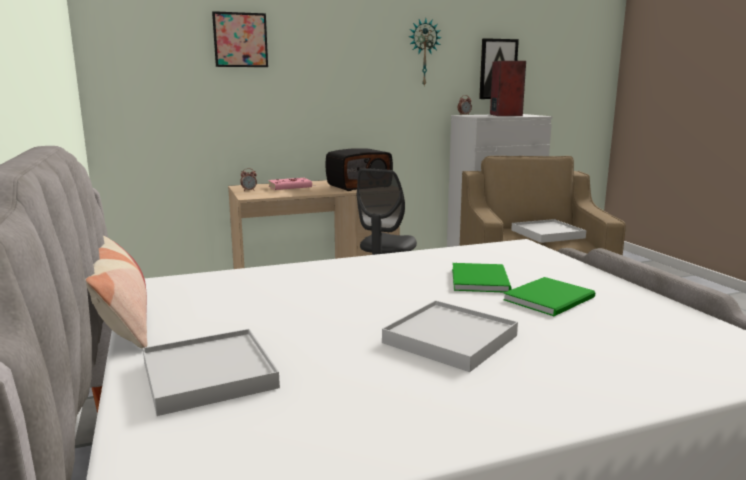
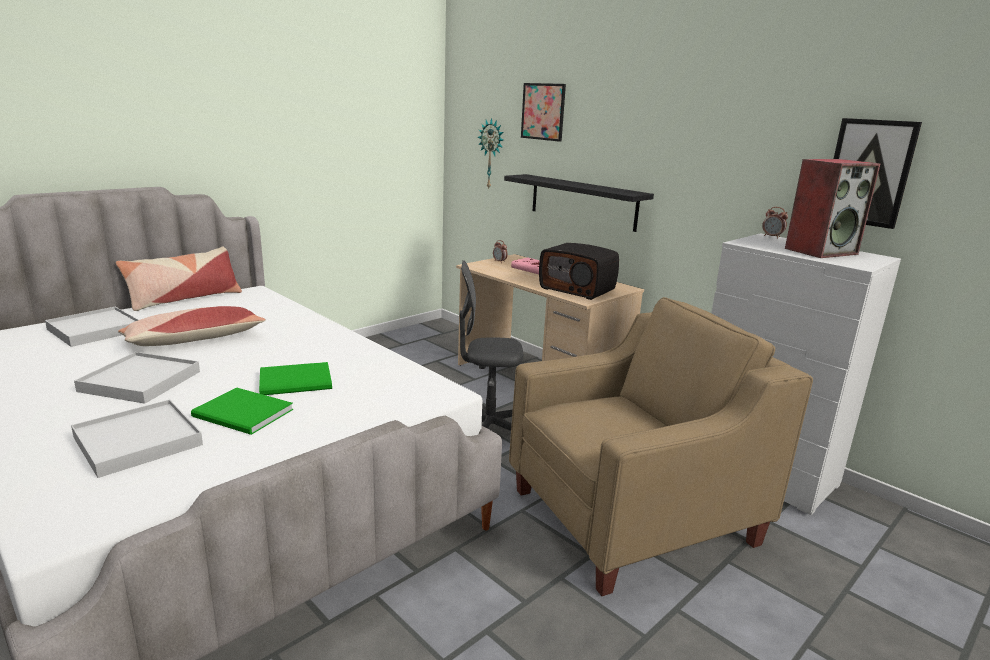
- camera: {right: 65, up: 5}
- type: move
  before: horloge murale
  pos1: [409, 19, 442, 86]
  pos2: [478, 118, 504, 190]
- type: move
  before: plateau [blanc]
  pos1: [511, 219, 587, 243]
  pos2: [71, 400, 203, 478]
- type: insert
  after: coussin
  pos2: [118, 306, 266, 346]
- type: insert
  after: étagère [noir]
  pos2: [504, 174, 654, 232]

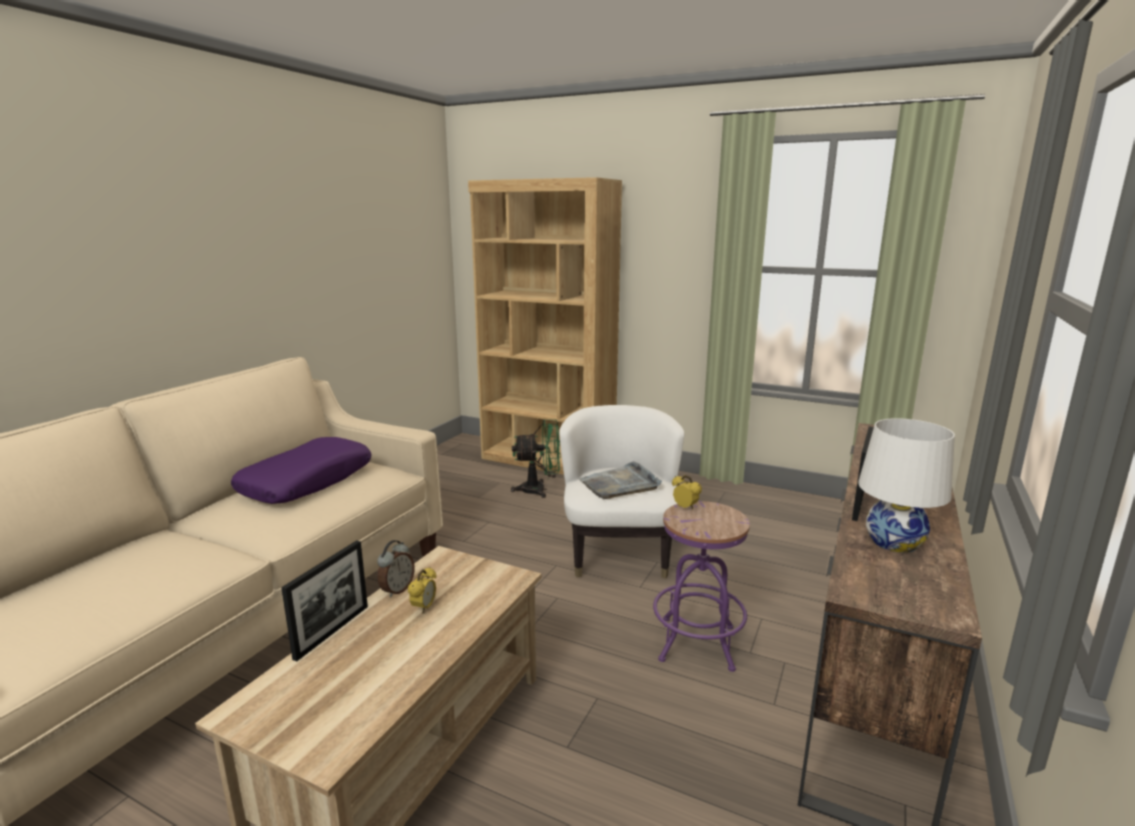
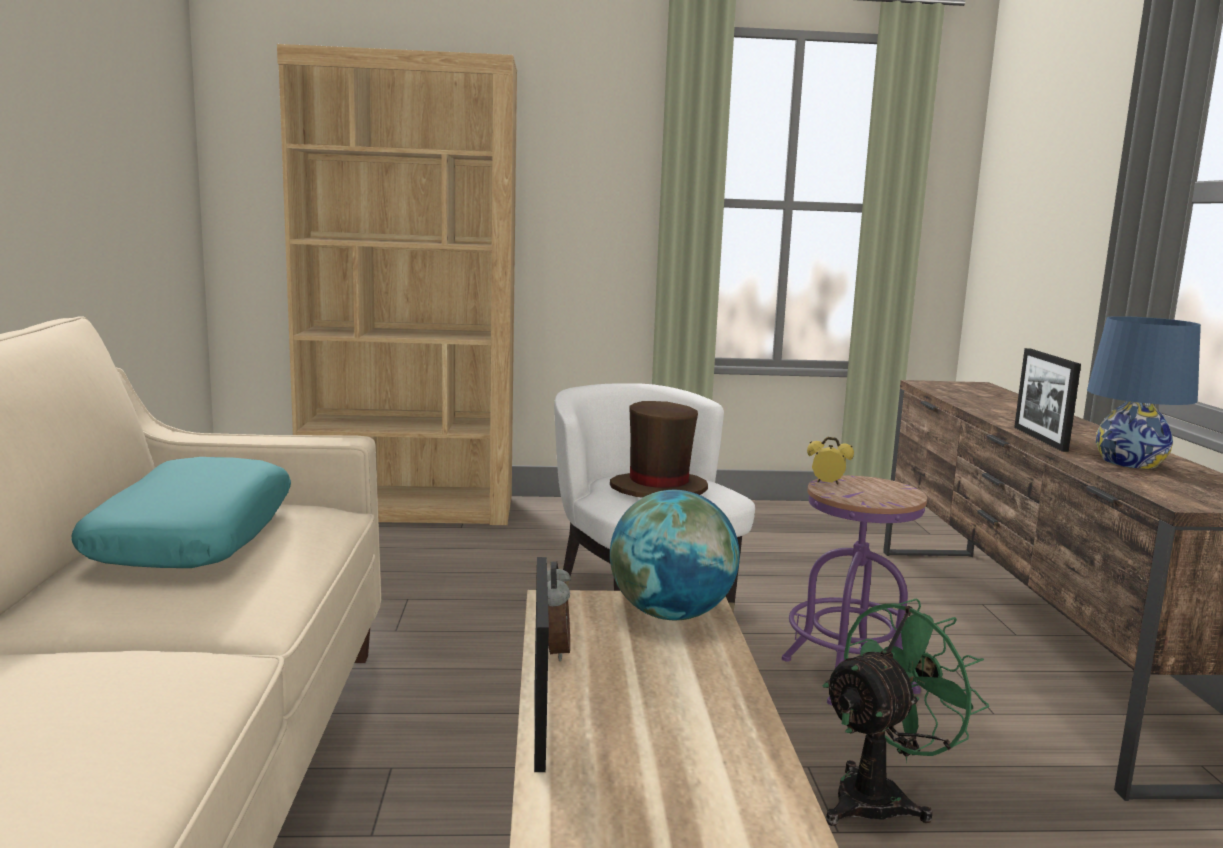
- camera: {right: -30, up: -5}
- type: recolor
  before: coussin [violet]
  after: coussin [turquoise]
  pos1: [231, 437, 371, 504]
  pos2: [71, 457, 291, 568]
- type: delete
  before: réveil
  pos1: [408, 567, 436, 613]
- type: move
  before: ventilateur [vert]
  pos1: [511, 420, 560, 498]
  pos2: [822, 598, 989, 826]
- type: replace
  before: plateau [gris]
  after: chapeau [marron]
  pos1: [578, 461, 662, 499]
  pos2: [610, 401, 708, 498]
- type: recolor
  before: lampe de table [blanc]
  after: lampe de table [bleu]
  pos1: [858, 418, 955, 553]
  pos2: [1087, 316, 1201, 469]
- type: insert
  after: globe
  pos2: [610, 490, 739, 620]

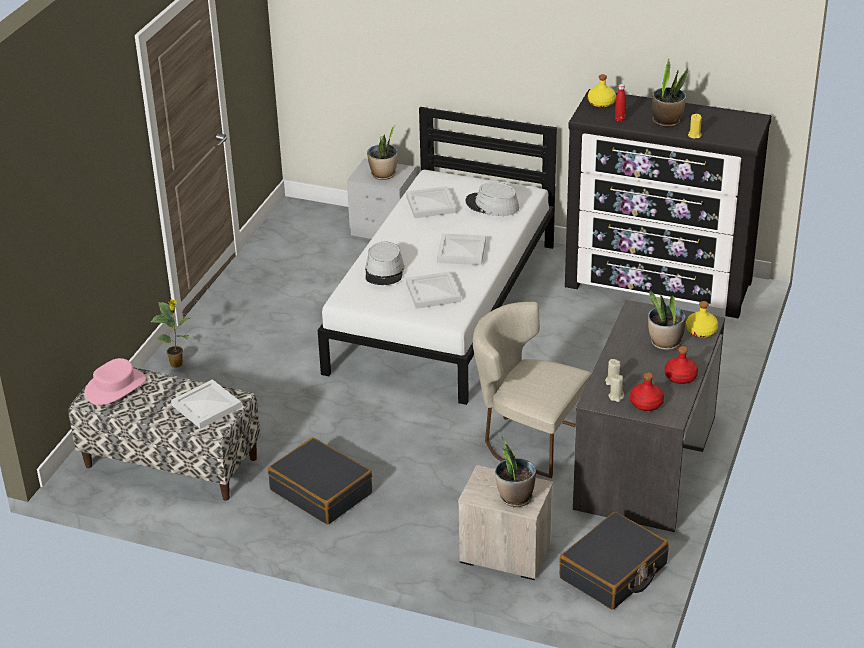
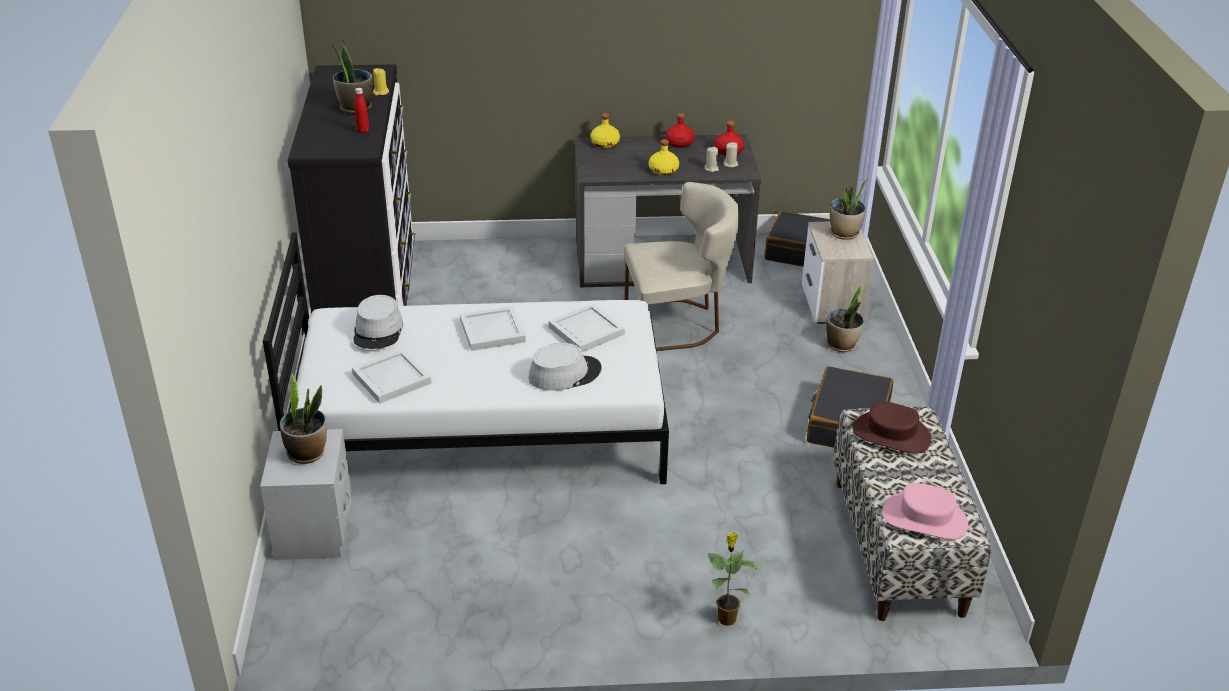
- camera: {right: -115, up: 0}
- type: replace
  before: plateau [blanc]
  after: chapeau [marron]
  pos1: [171, 379, 242, 429]
  pos2: [852, 401, 931, 453]
- type: rotate
  before: chaise [beige]
  pos1: [473, 302, 591, 478]
  pos2: [624, 182, 739, 351]
  turn: -105
- type: move
  before: bouteille [jaune]
  pos1: [588, 74, 616, 108]
  pos2: [649, 139, 679, 175]
- type: move
  before: plante en pot
  pos1: [648, 291, 686, 350]
  pos2: [826, 285, 864, 352]

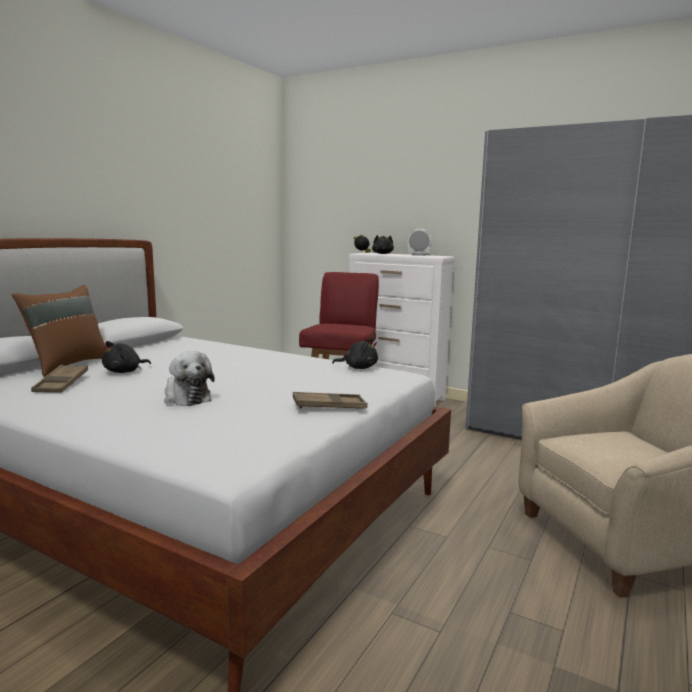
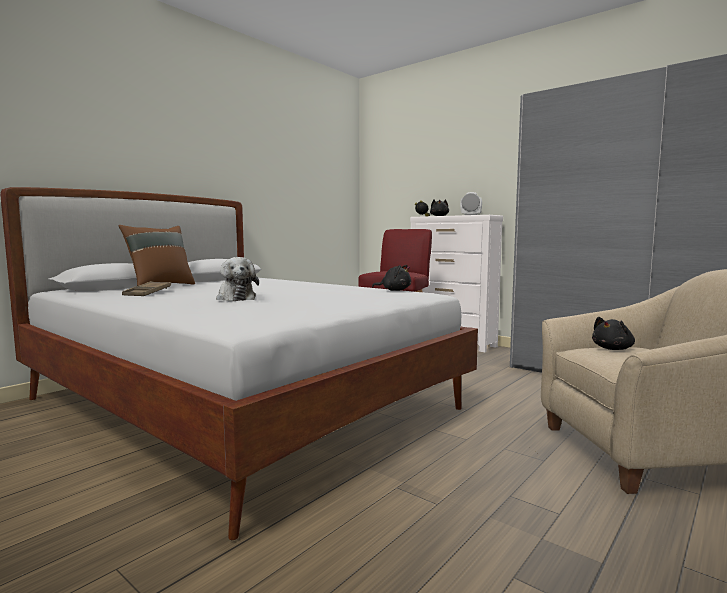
- camera: {right: 10, up: -5}
- type: move
  before: peluche [noir]
  pos1: [102, 341, 151, 373]
  pos2: [592, 317, 635, 350]
- type: delete
  before: plateau [marron]
  pos1: [293, 392, 368, 409]

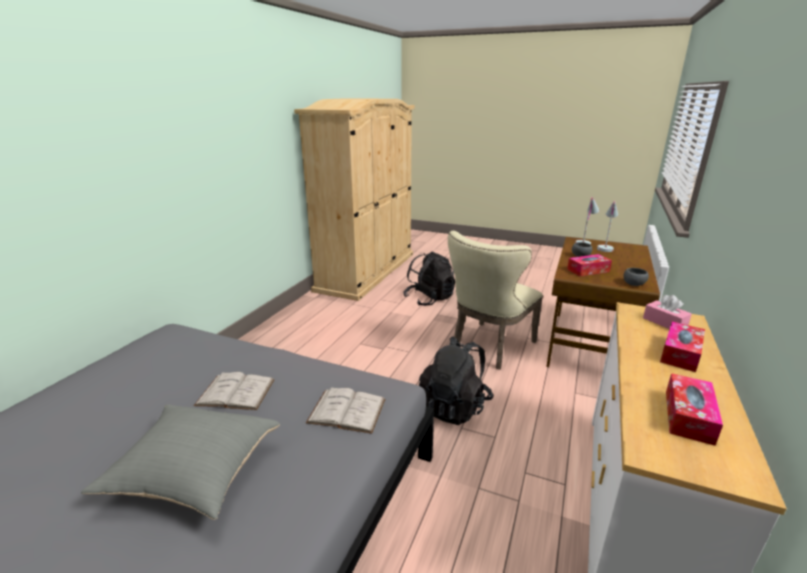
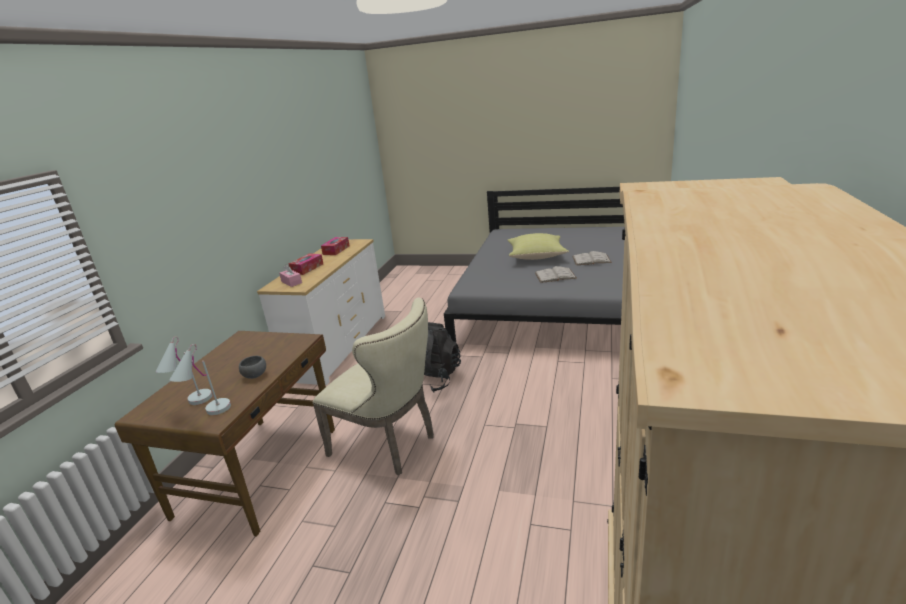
- camera: {right: 175, up: 0}
- type: recolor
  before: coussin [gris]
  after: coussin [jaune]
  pos1: [81, 404, 280, 520]
  pos2: [507, 233, 569, 260]
- type: move
  before: livre [blanc]
  pos1: [306, 387, 385, 434]
  pos2: [572, 251, 612, 265]
- type: delete
  before: sac à dos [noir]
  pos1: [403, 251, 455, 306]
- type: rotate
  before: chaise [beige]
  pos1: [448, 231, 543, 370]
  pos2: [313, 298, 434, 475]
  turn: 90
- type: delete
  before: boîte à mouchoirs
  pos1: [567, 254, 612, 276]
- type: delete
  before: bol [gris]
  pos1: [624, 268, 649, 286]

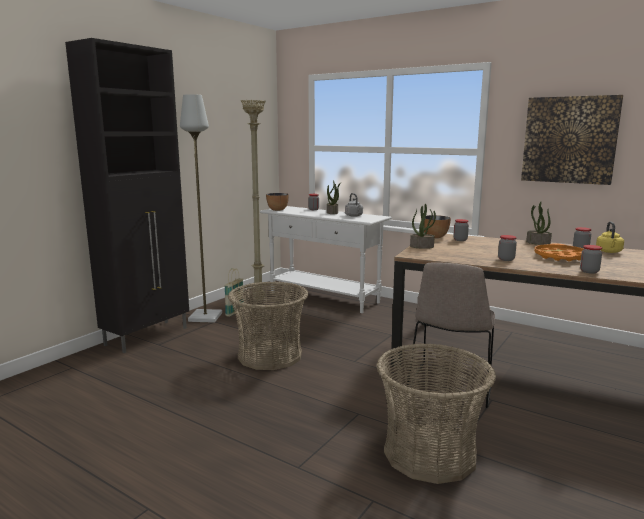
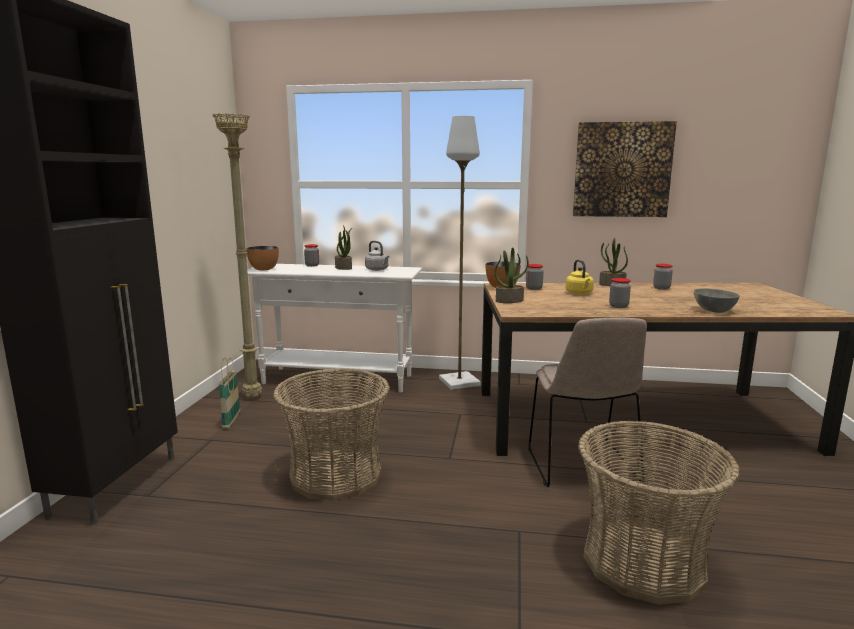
- camera: {right: -25, up: 0}
- type: move
  before: lampadaire [gris]
  pos1: [180, 94, 222, 323]
  pos2: [439, 115, 481, 390]
- type: delete
  before: plateau [orange]
  pos1: [534, 243, 584, 262]
- type: replace
  before: bocal
  after: bol [gris]
  pos1: [580, 245, 602, 274]
  pos2: [694, 288, 740, 313]
- type: move
  before: bouilloire [jaune]
  pos1: [596, 221, 624, 253]
  pos2: [566, 260, 594, 295]

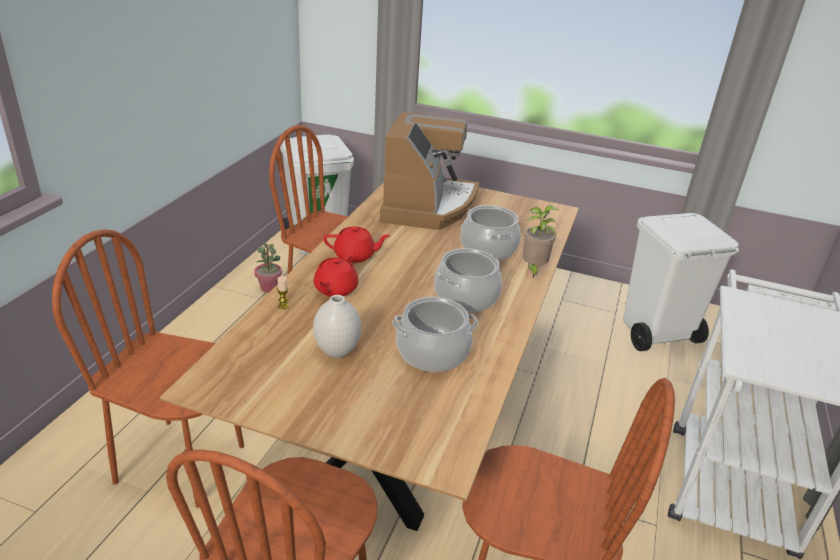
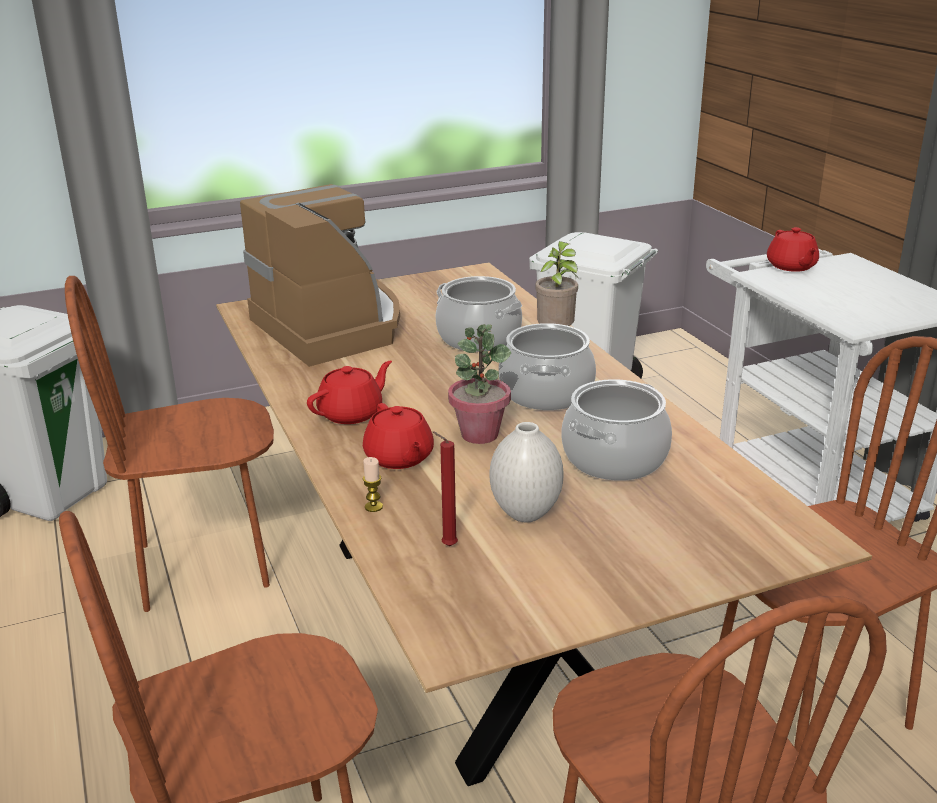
- camera: {right: -40, up: -5}
- type: move
  before: plante en pot
  pos1: [254, 243, 282, 292]
  pos2: [448, 324, 511, 444]
- type: insert
  after: bougie [rouge]
  pos2: [433, 431, 458, 546]
- type: insert
  after: théière [rouge]
  pos2: [767, 227, 819, 272]

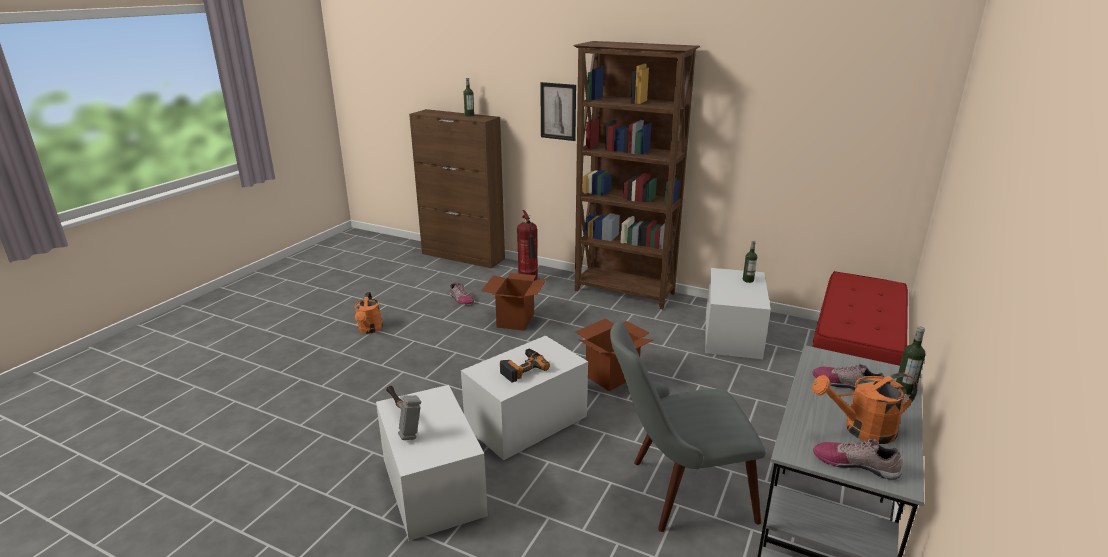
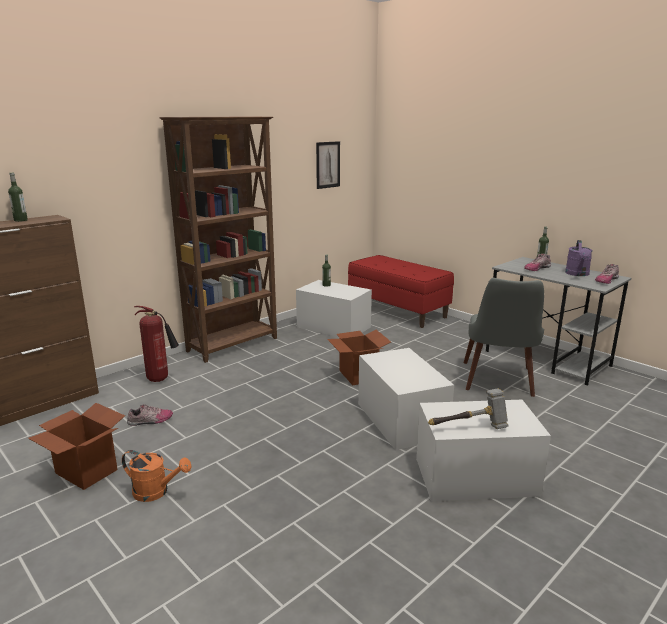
- camera: {right: -70, up: -5}
- type: move
  before: carton
  pos1: [481, 273, 547, 331]
  pos2: [28, 403, 125, 490]
- type: delete
  before: perceuse
  pos1: [500, 349, 550, 383]
- type: move
  before: tableau
  pos1: [540, 82, 576, 141]
  pos2: [316, 141, 340, 189]
- type: recolor
  before: arrosoir [orange]
  after: arrosoir [violet]
  pos1: [812, 373, 918, 444]
  pos2: [565, 240, 592, 276]

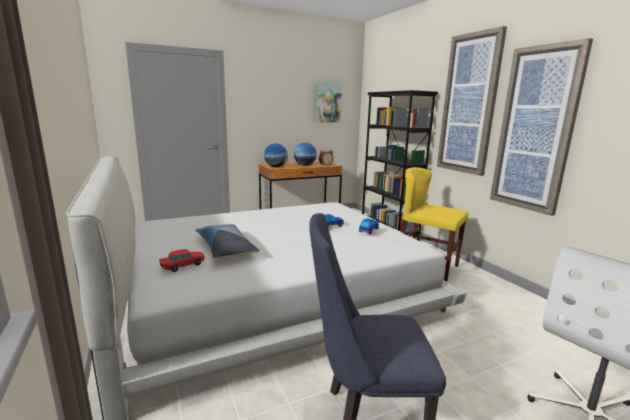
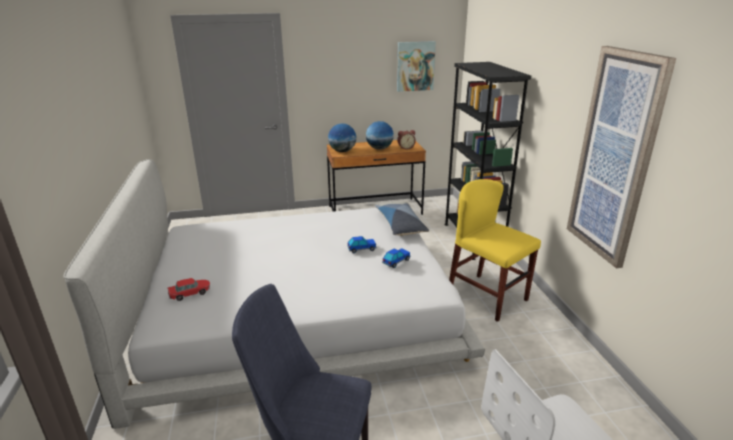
- camera: {right: 15, up: 10}
- type: move
  before: coussin
  pos1: [195, 224, 259, 260]
  pos2: [375, 201, 429, 236]
- type: delete
  before: tableau
  pos1: [437, 26, 507, 176]

